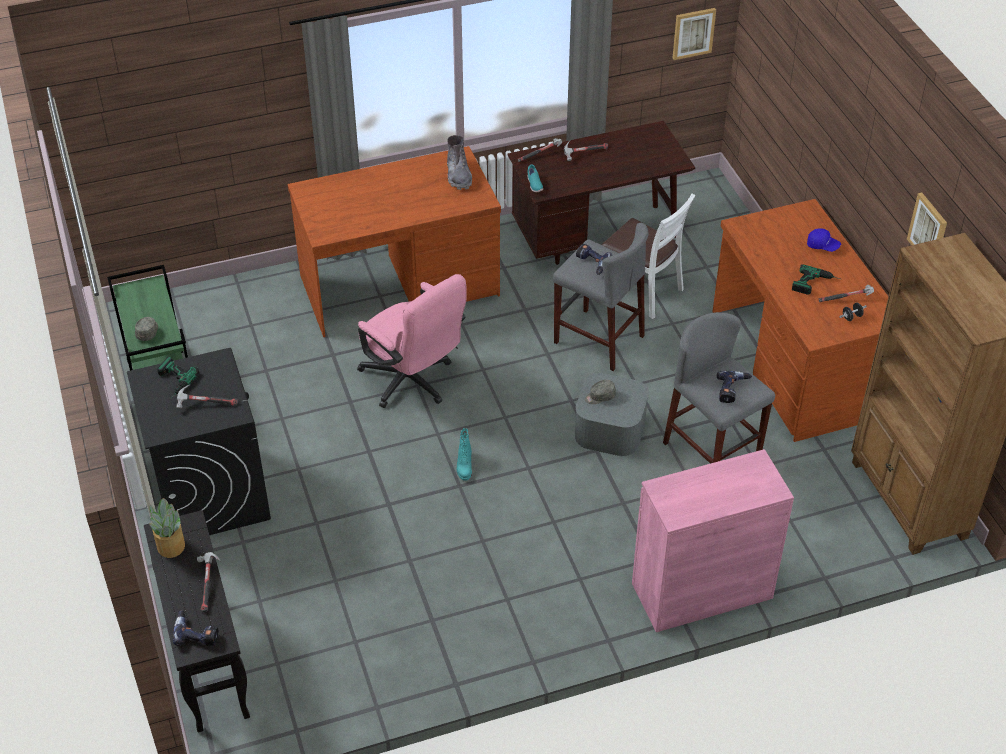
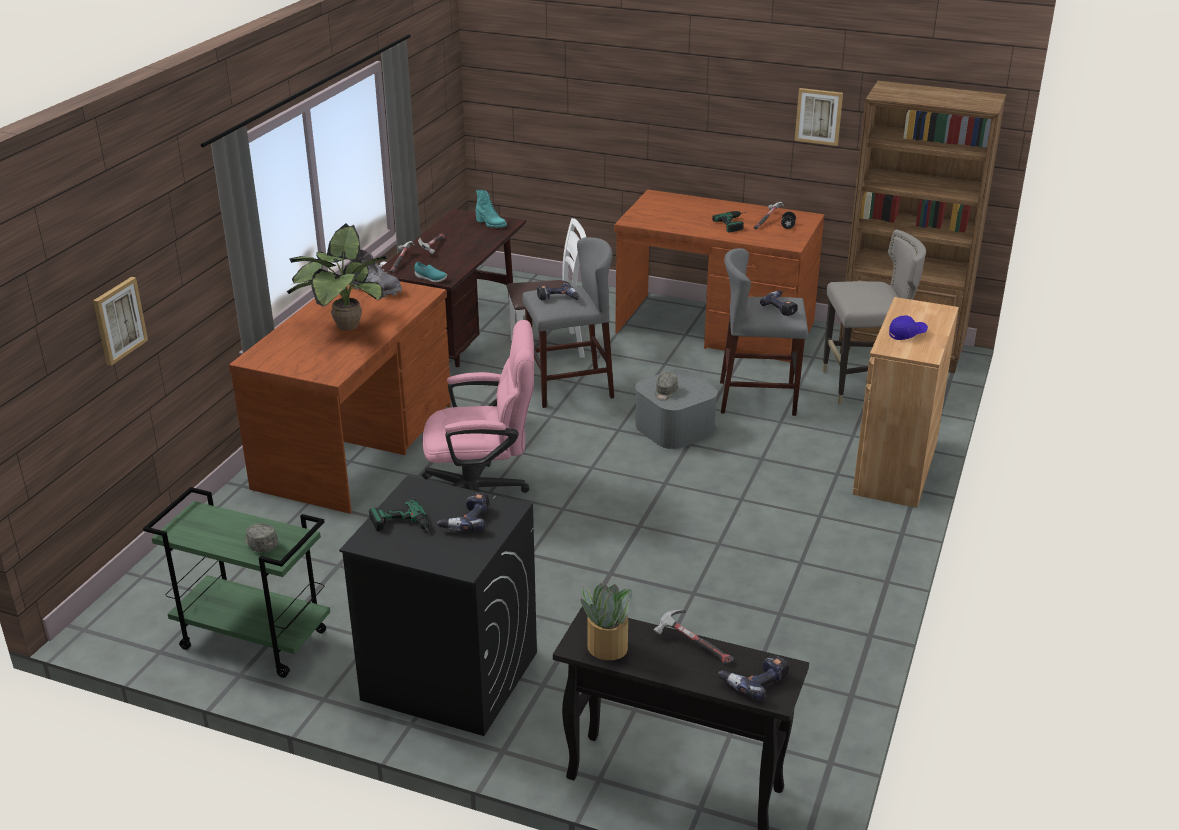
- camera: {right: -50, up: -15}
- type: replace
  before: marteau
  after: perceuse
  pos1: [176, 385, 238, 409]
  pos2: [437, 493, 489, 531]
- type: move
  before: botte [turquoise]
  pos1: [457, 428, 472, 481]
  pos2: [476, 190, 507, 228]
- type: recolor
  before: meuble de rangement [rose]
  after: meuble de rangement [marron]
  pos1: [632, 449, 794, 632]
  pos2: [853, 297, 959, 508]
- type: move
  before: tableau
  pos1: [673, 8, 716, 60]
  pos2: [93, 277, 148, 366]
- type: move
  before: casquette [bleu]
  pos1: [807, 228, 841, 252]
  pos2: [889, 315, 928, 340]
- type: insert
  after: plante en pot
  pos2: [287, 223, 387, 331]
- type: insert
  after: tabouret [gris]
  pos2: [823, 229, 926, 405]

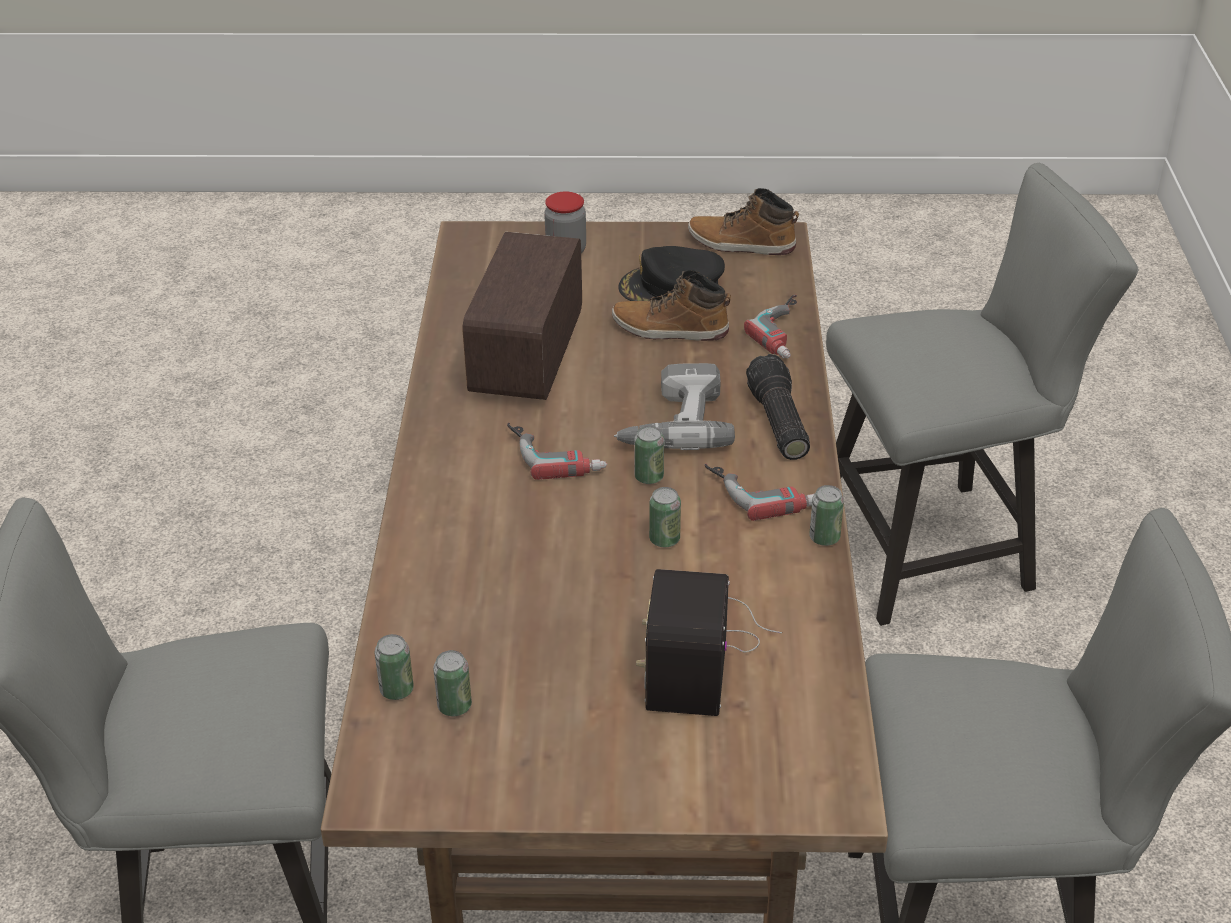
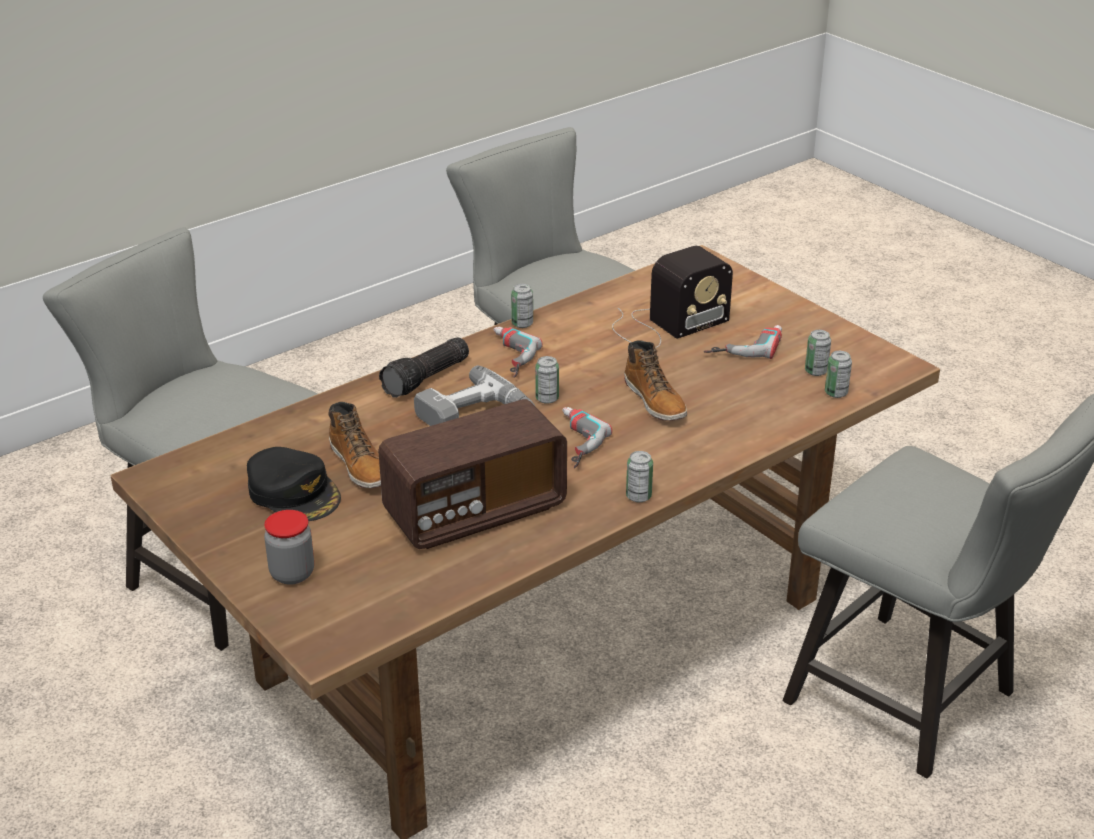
- camera: {right: -130, up: -5}
- type: move
  before: boîte métallique
  pos1: [649, 487, 681, 547]
  pos2: [626, 451, 653, 502]
- type: move
  before: botte
  pos1: [688, 188, 799, 255]
  pos2: [624, 340, 687, 421]
- type: move
  before: perceuse
  pos1: [744, 295, 797, 358]
  pos2: [704, 325, 782, 359]

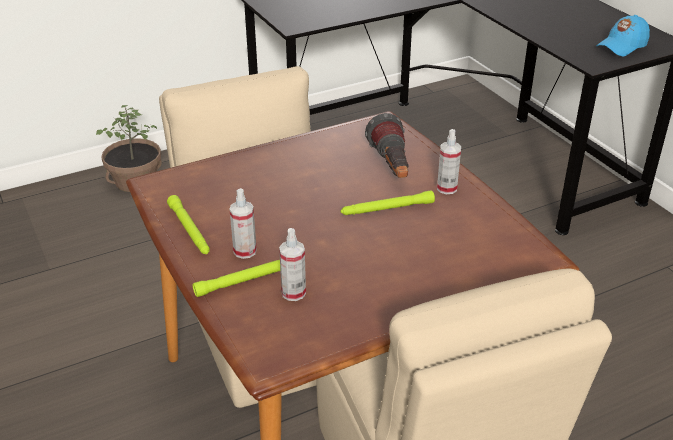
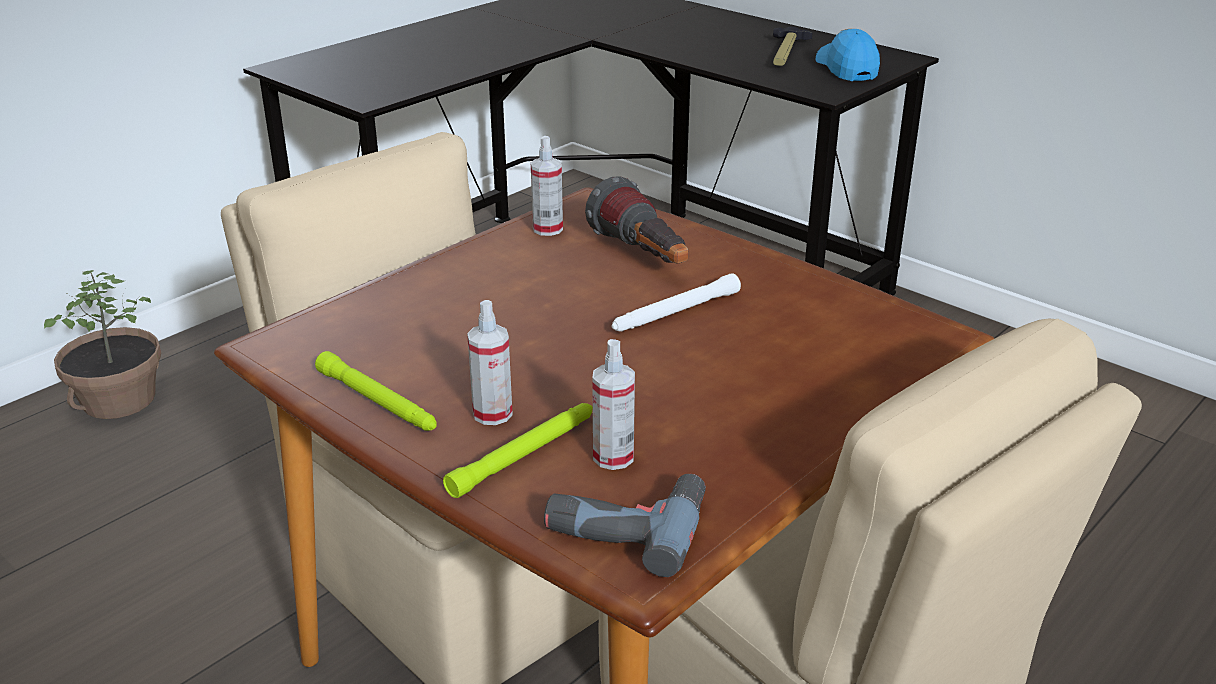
- camera: {right: -20, up: -5}
- type: recolor
  before: lampe de poche [vert]
  after: lampe de poche [blanc]
  pos1: [341, 191, 435, 215]
  pos2: [611, 273, 741, 332]
- type: move
  before: vaporisateur
  pos1: [437, 129, 461, 194]
  pos2: [531, 136, 563, 236]
- type: rotate
  before: casquette [bleu]
  pos1: [596, 15, 650, 57]
  pos2: [815, 29, 880, 81]
  turn: 135
- type: insert
  after: perceuse
  pos2: [544, 474, 706, 577]
- type: insert
  after: marteau
  pos2: [773, 26, 813, 66]

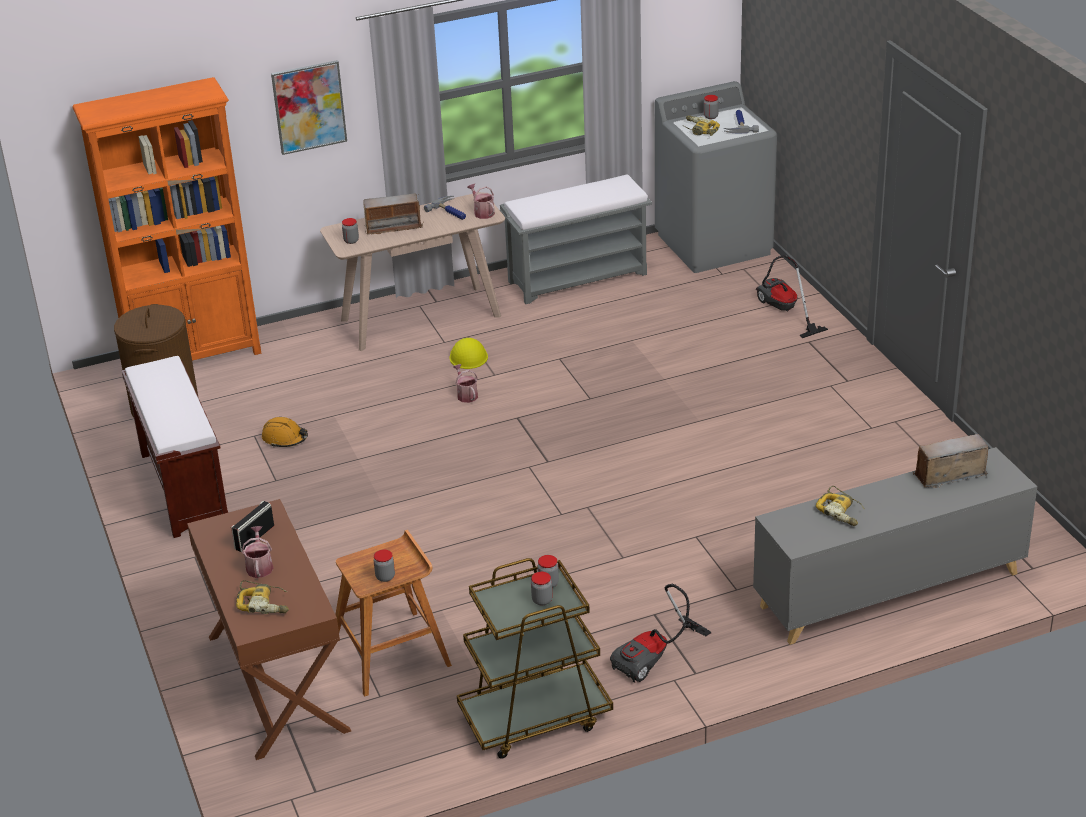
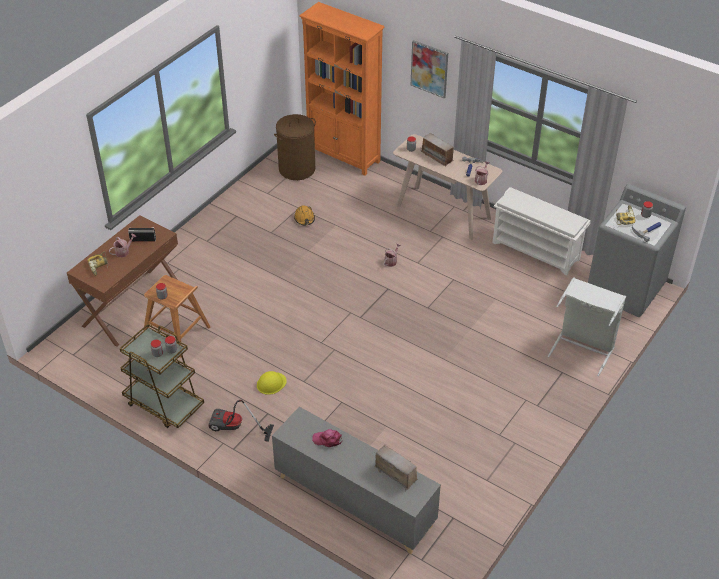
- camera: {right: 55, up: 10}
- type: delete
  before: banc [marron]
  pos1: [122, 356, 228, 538]
- type: move
  before: casque de chantier [jaune]
  pos1: [449, 338, 488, 369]
  pos2: [257, 371, 287, 395]
- type: replace
  before: banc [gris]
  after: étagère à chaussures [blanc]
  pos1: [500, 174, 652, 304]
  pos2: [492, 187, 591, 275]
- type: replace
  before: aspirateur
  after: panier à linge [gris]
  pos1: [756, 255, 828, 338]
  pos2: [548, 277, 626, 376]
- type: replace
  before: perceuse
  after: casquette [rose]
  pos1: [816, 486, 865, 526]
  pos2: [312, 429, 342, 447]

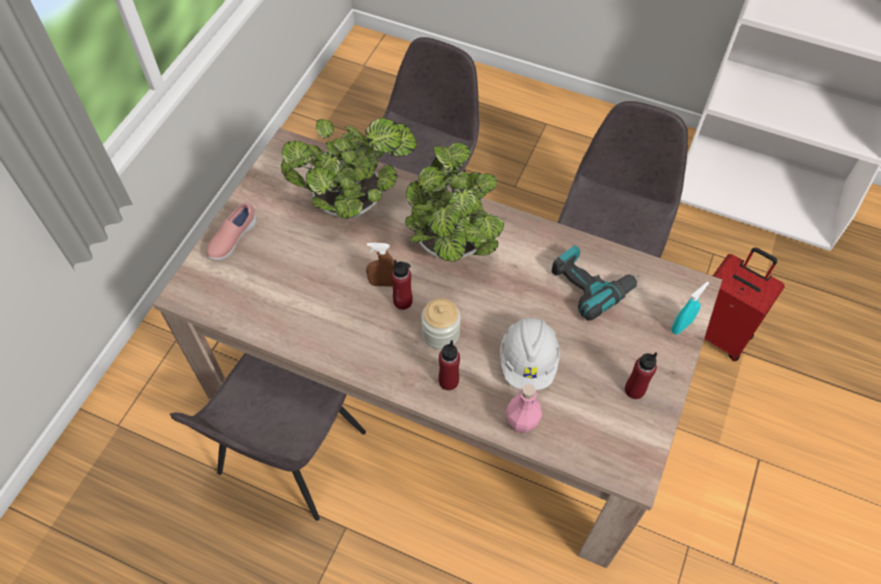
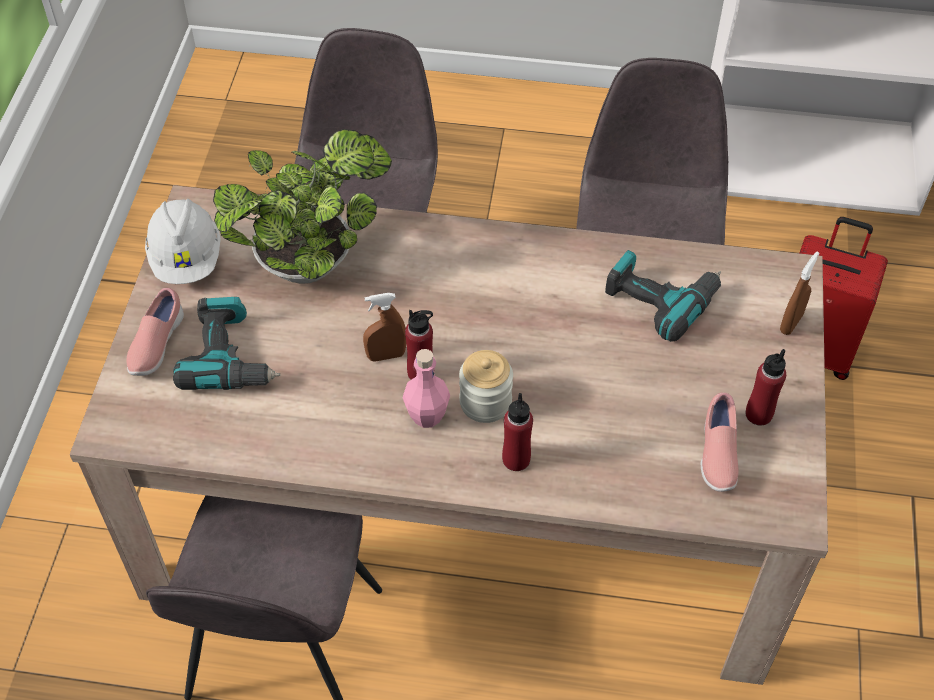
- camera: {right: -15, up: -5}
- type: delete
  before: plante en pot
  pos1: [405, 142, 504, 262]
- type: move
  before: casque de chantier [blanc]
  pos1: [500, 318, 560, 390]
  pos2: [145, 198, 221, 284]
- type: move
  before: bouteille [rose]
  pos1: [506, 384, 542, 433]
  pos2: [403, 349, 450, 428]
- type: recolor
  before: vaporisateur [turquoise]
  after: vaporisateur [marron]
  pos1: [671, 282, 709, 335]
  pos2: [780, 252, 819, 335]
- type: insert
  after: perceuse
  pos2: [173, 297, 280, 390]
- type: insert
  after: chaussure [rose]
  pos2: [701, 392, 739, 492]

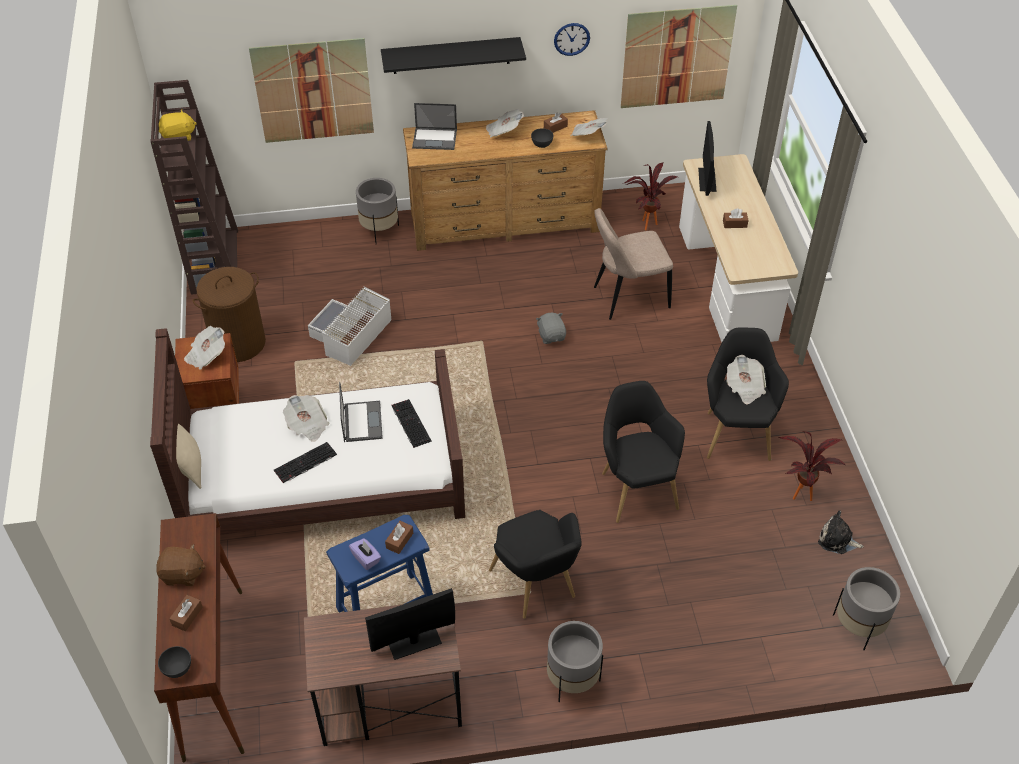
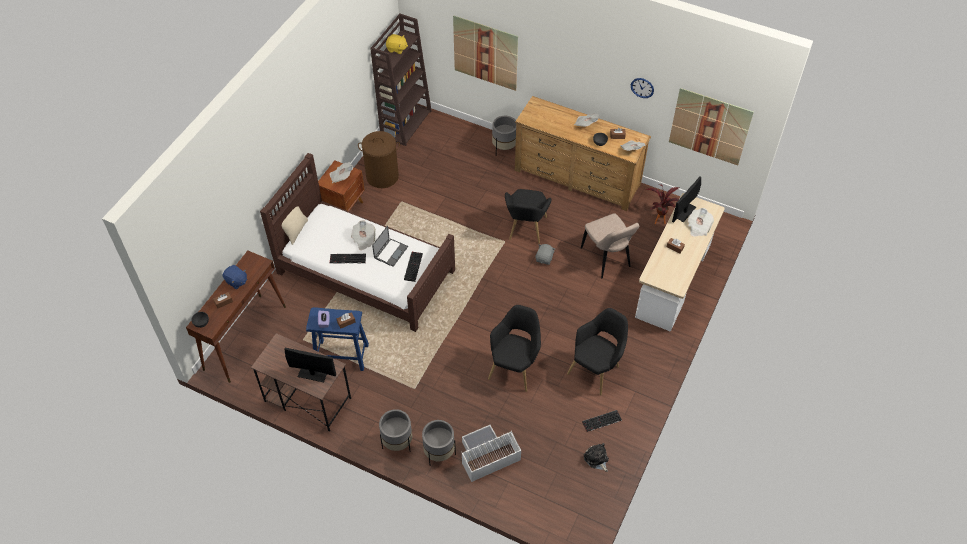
- camera: {right: 35, up: 5}
- type: recolor
  before: peluche [marron]
  after: peluche [bleu]
  pos1: [156, 544, 206, 586]
  pos2: [222, 265, 247, 289]
- type: move
  before: boîte de rangement [blanc]
  pos1: [308, 286, 392, 366]
  pos2: [462, 425, 522, 482]
- type: delete
  before: étagère [noir]
  pos1: [381, 37, 526, 74]
- type: delete
  before: ordinateur portable
  pos1: [412, 103, 457, 150]
- type: move
  before: fauteuil [noir]
  pos1: [489, 510, 582, 619]
  pos2: [505, 189, 552, 244]
- type: rotate
  before: chaise [beige]
  pos1: [594, 208, 673, 320]
  pos2: [581, 213, 639, 278]
  turn: -135
- type: move
  before: journal
  pos1: [726, 355, 766, 405]
  pos2: [688, 208, 714, 237]
- type: replace
  before: plante en pot
  after: clavier
  pos1: [779, 431, 845, 501]
  pos2: [582, 410, 622, 432]
- type: move
  before: cache-pot [gris]
  pos1: [833, 567, 900, 650]
  pos2: [422, 420, 456, 466]

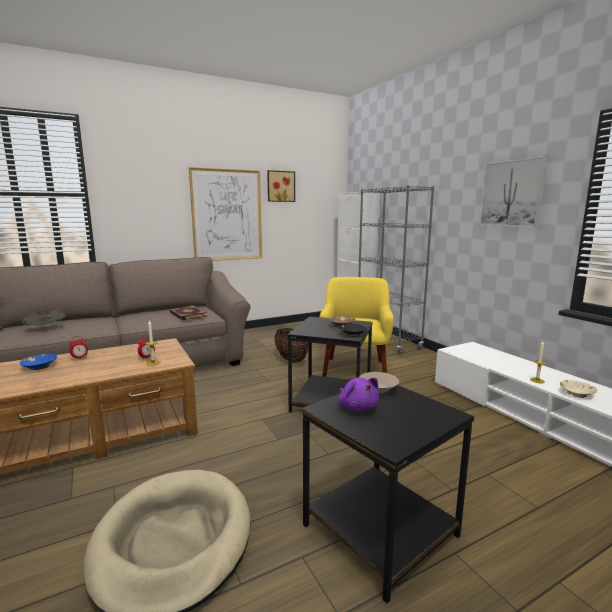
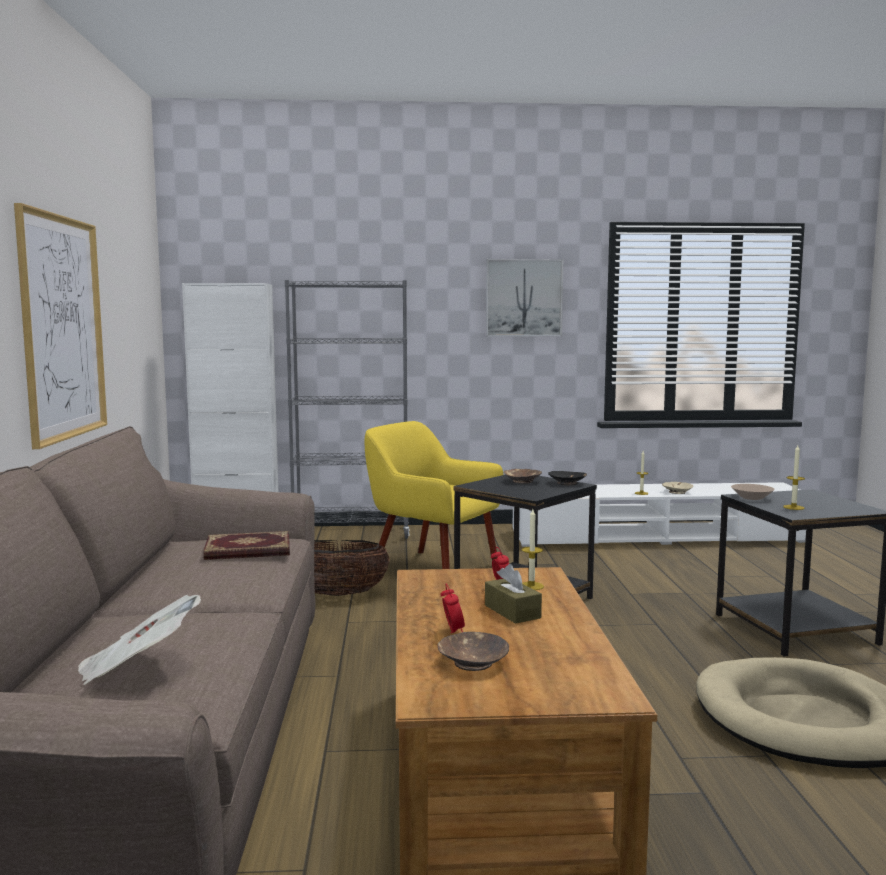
- camera: {right: -65, up: -5}
- type: recolor
  before: bol [bleu]
  after: bol [marron]
  pos1: [20, 354, 57, 370]
  pos2: [438, 632, 509, 671]
- type: delete
  before: tableau
  pos1: [267, 170, 295, 202]
- type: replace
  before: peluche [violet]
  after: bougie
  pos1: [339, 378, 379, 412]
  pos2: [783, 445, 805, 510]
- type: insert
  after: boîte à mouchoirs [marron]
  pos2: [485, 564, 542, 624]

